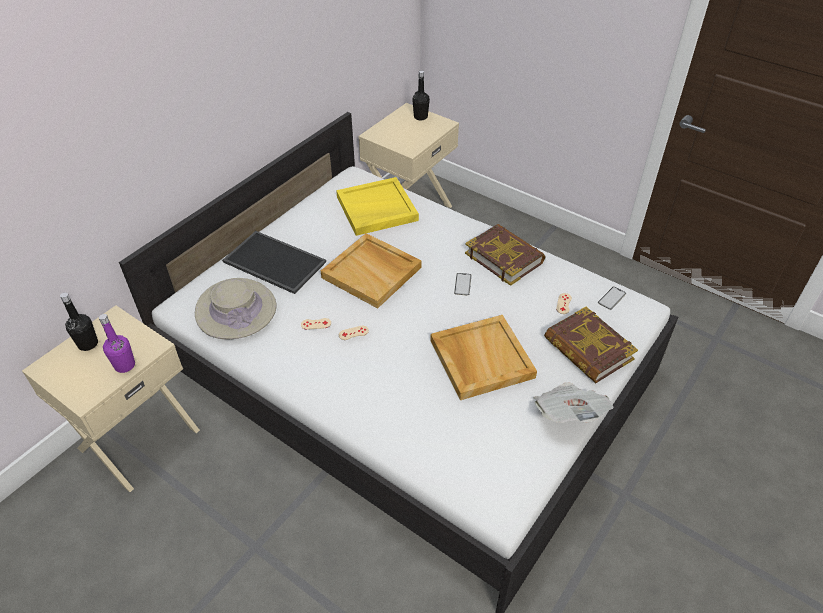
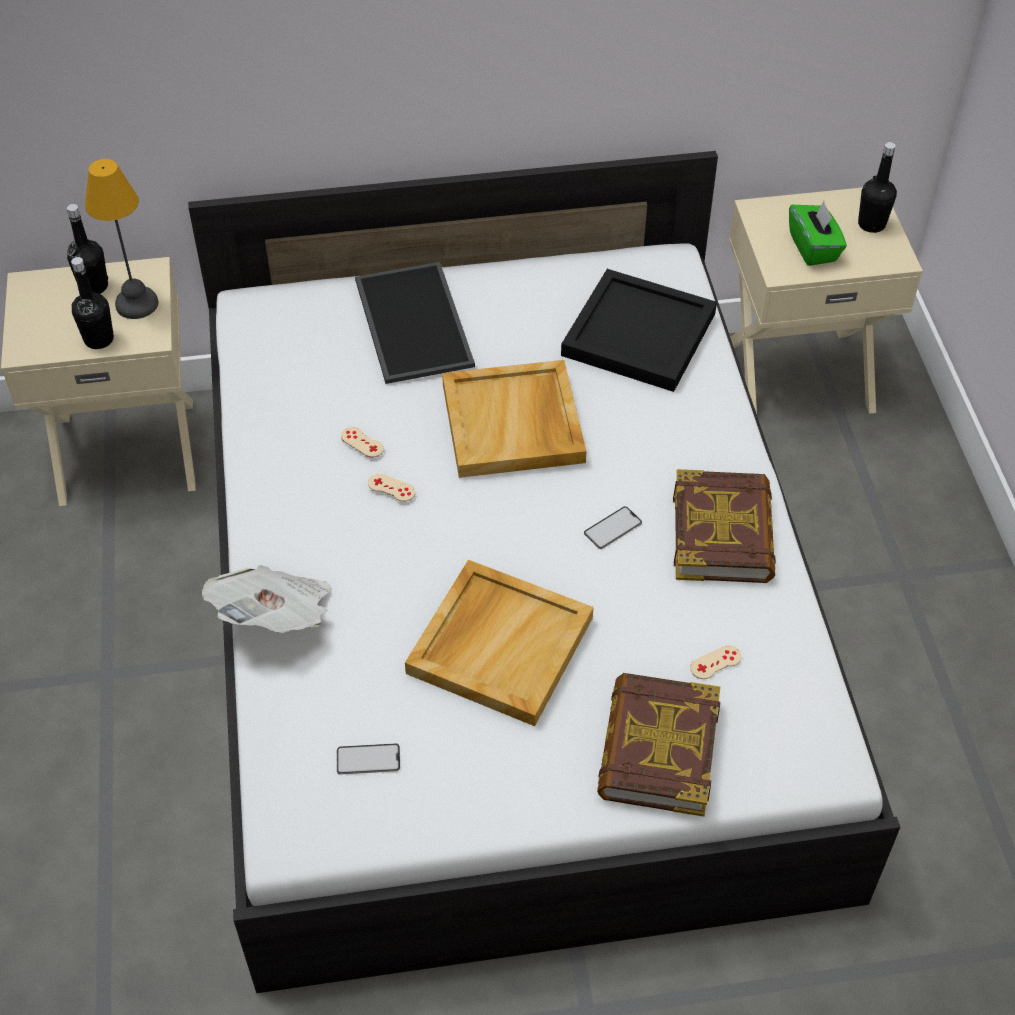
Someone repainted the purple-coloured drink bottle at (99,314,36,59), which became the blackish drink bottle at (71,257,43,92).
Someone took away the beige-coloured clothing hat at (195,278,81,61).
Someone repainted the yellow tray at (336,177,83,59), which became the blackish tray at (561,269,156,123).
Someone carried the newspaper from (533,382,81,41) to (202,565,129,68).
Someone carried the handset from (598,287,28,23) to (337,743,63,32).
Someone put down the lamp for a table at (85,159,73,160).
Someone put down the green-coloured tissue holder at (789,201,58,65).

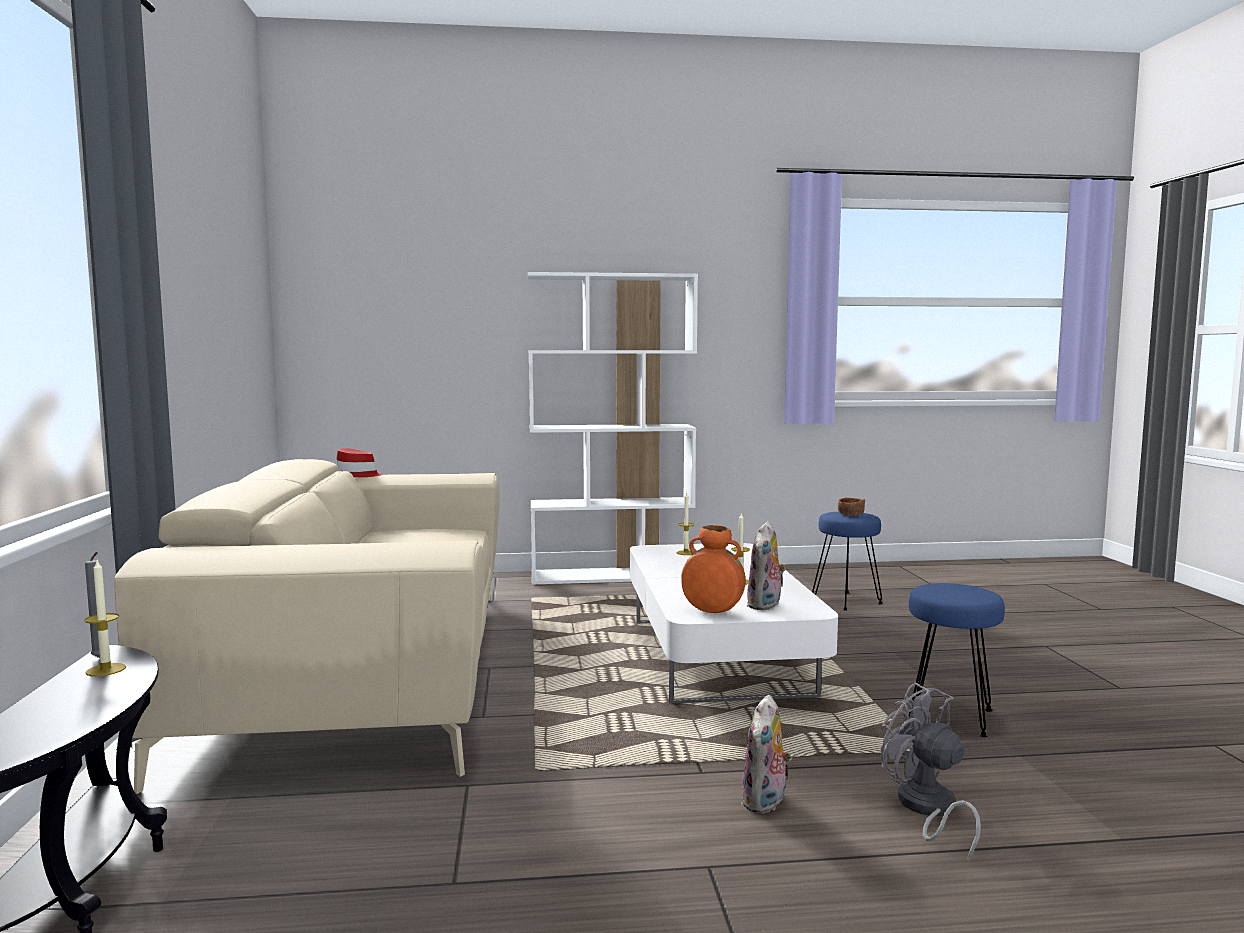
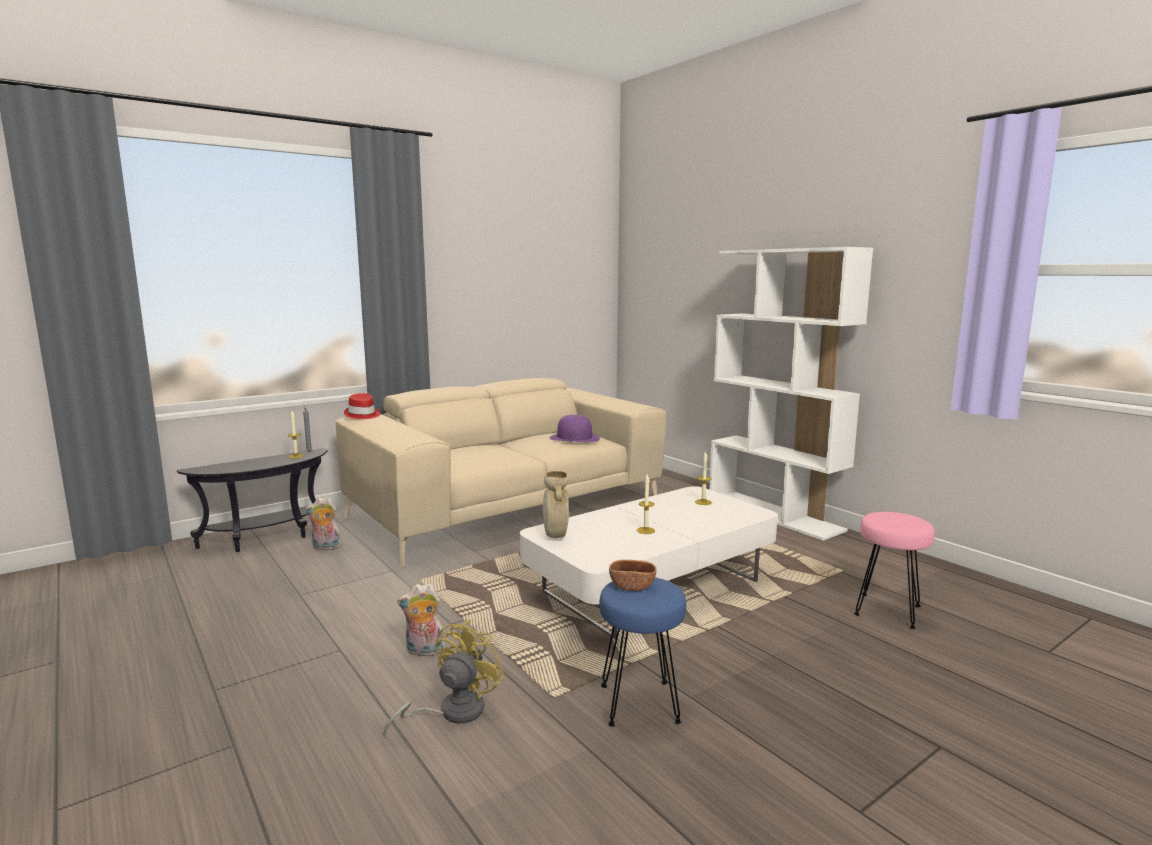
Someone carried the red-coloured clothing hat from (336,448,47,29) to (344,393,36,26).
Someone repainted the orange-coloured flower vase at (681,525,65,88), which became the beige-coloured flower vase at (543,471,26,67).
Someone carried the soft toy from (747,521,39,89) to (305,497,38,53).
Someone repainted the blue-coloured sitting stool at (812,512,71,99), which became the pink sitting stool at (854,512,81,117).
Someone carried the brownish deep dish from (838,498,27,18) to (609,560,47,31).
Someone repainted the gray fan at (880,682,101,179), which became the yellow fan at (384,619,121,118).
Someone put down the purple-coloured clothing hat at (550,415,50,27).

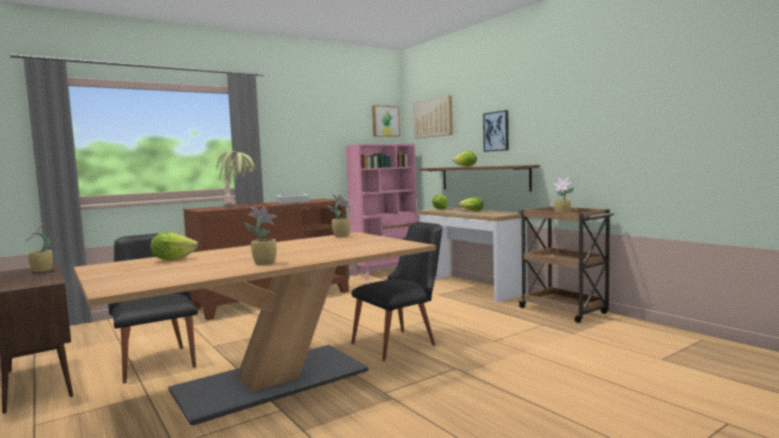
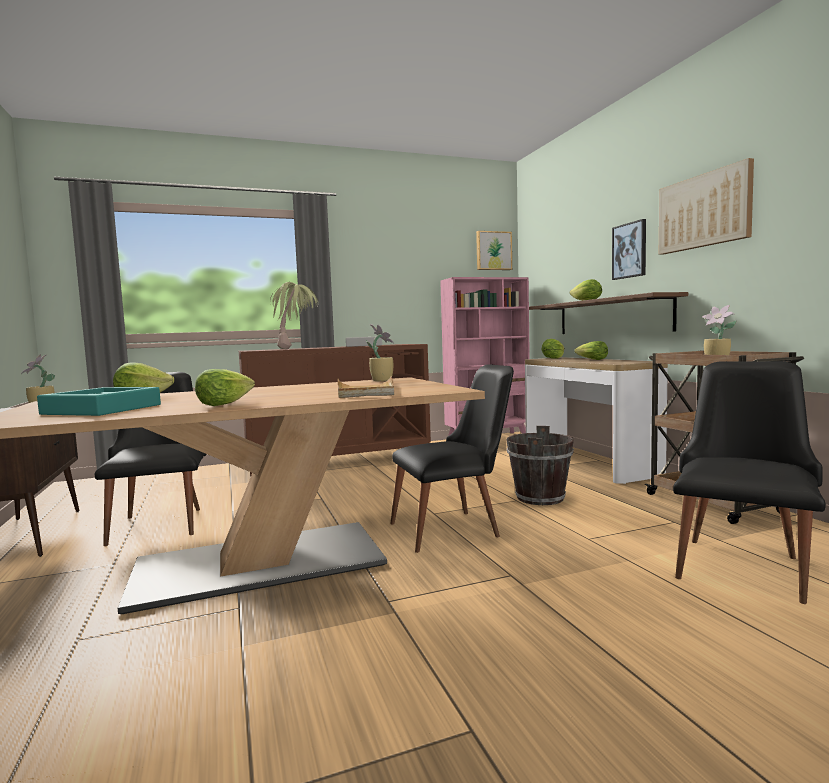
Someone swapped the houseplant at (245,207,32,58) for the lettuce at (195,369,60,37).
Someone carried the picture from (413,96,40,43) to (659,158,95,97).
Someone put down the turquoise tray at (37,387,124,29).
Someone put down the beige-coloured tray at (338,376,56,22).
Someone put down the brownish water bucket at (506,426,68,79).
Someone put down the blackish chair at (673,361,153,243).

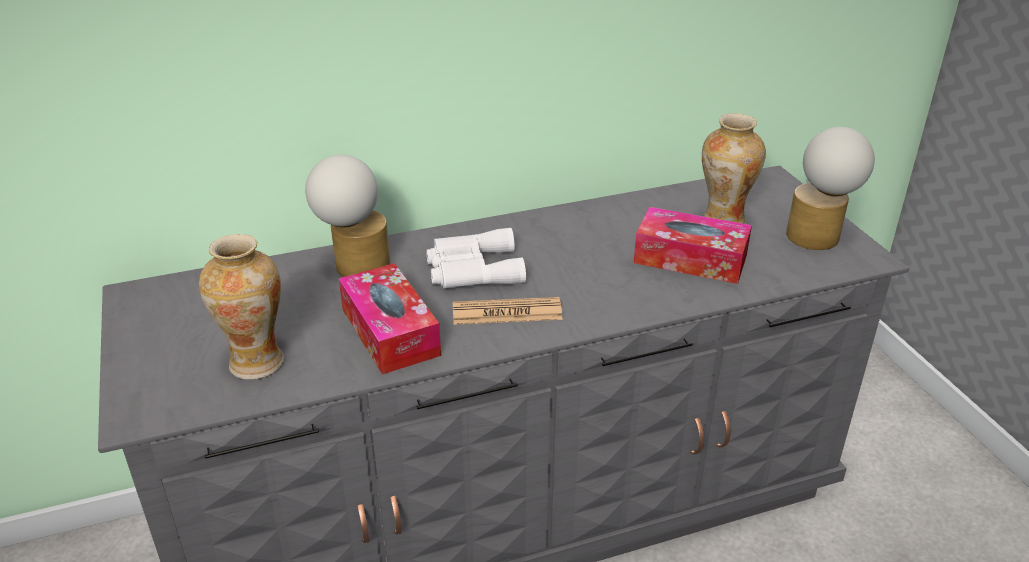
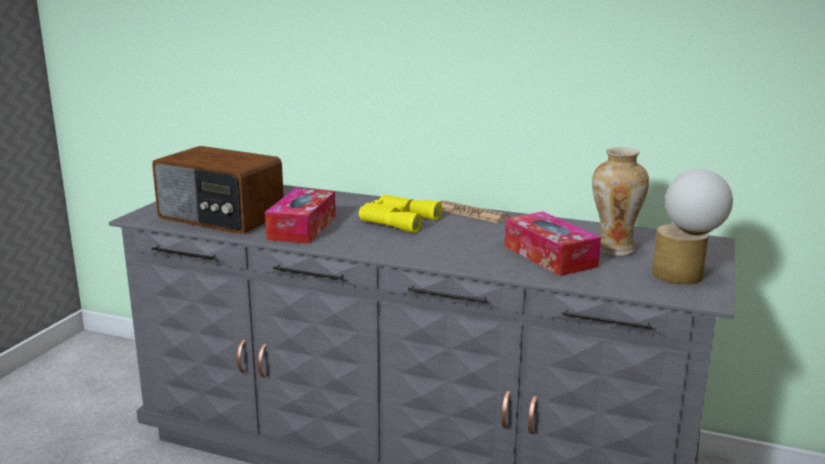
Someone swapped the flower vase at (199,234,85,146) for the radio at (152,146,132,88).
Someone took away the lamp for a table at (305,155,85,122).
Someone repainted the white-coloured field glasses at (426,228,100,61), which became the yellow field glasses at (359,195,83,38).
Someone carried the newspaper from (453,297,110,28) to (439,200,69,23).

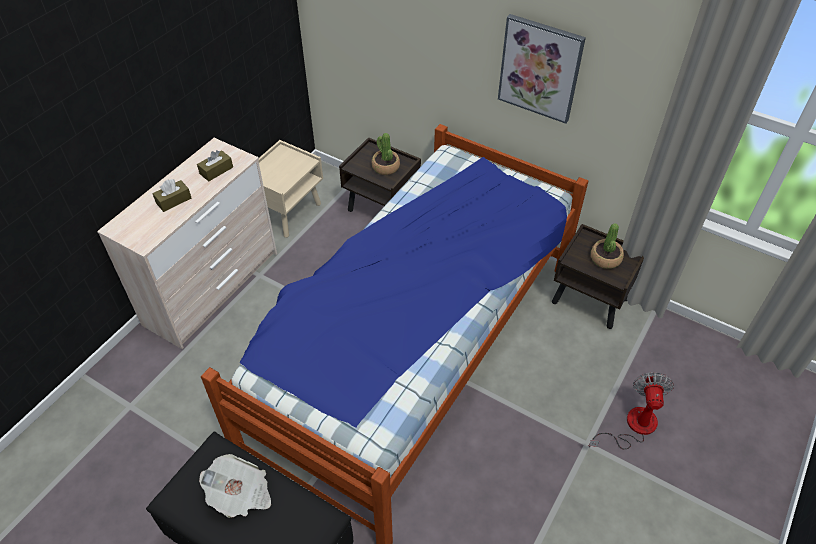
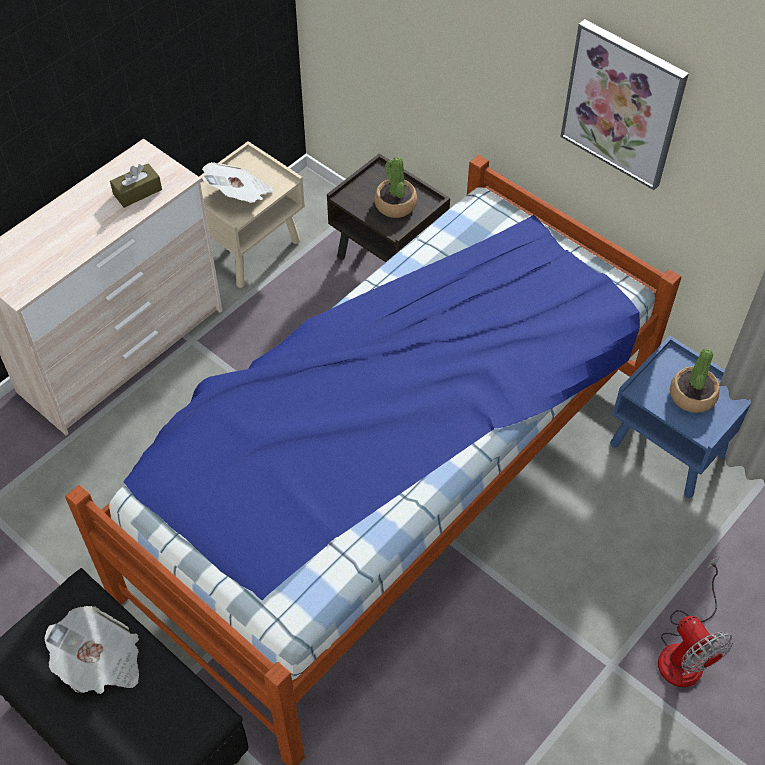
Someone took away the brownish tissue holder at (153,179,38,33).
Someone repainted the brownish bedside table at (552,224,92,105), which became the blue-coloured bedside table at (610,336,141,162).
Someone rotated the fan at (589,372,85,78) by 135 degrees clockwise.
Someone put down the newspaper at (202,162,72,41).

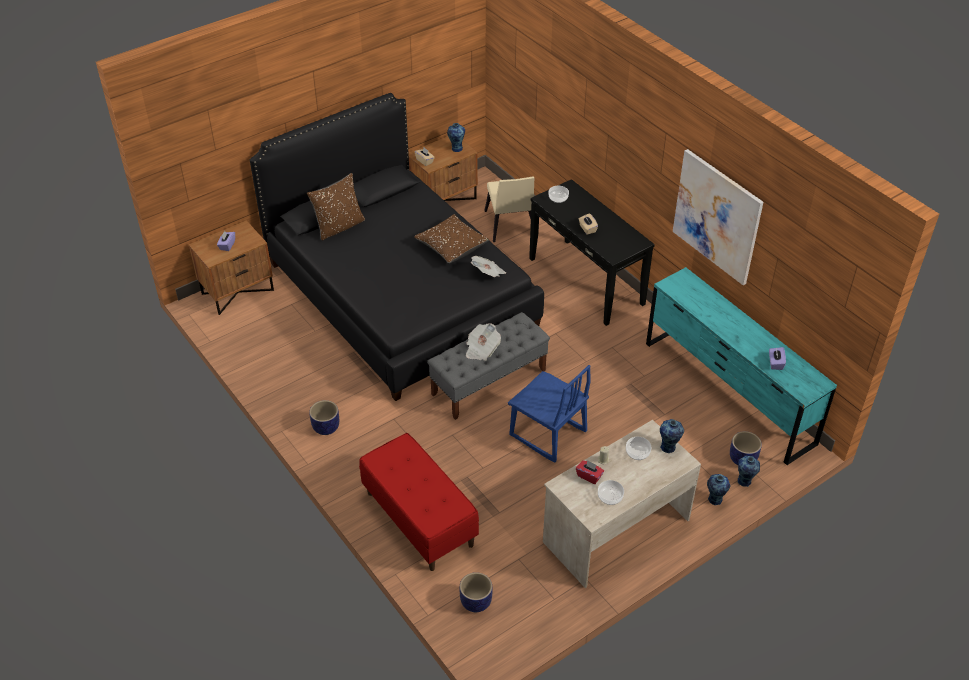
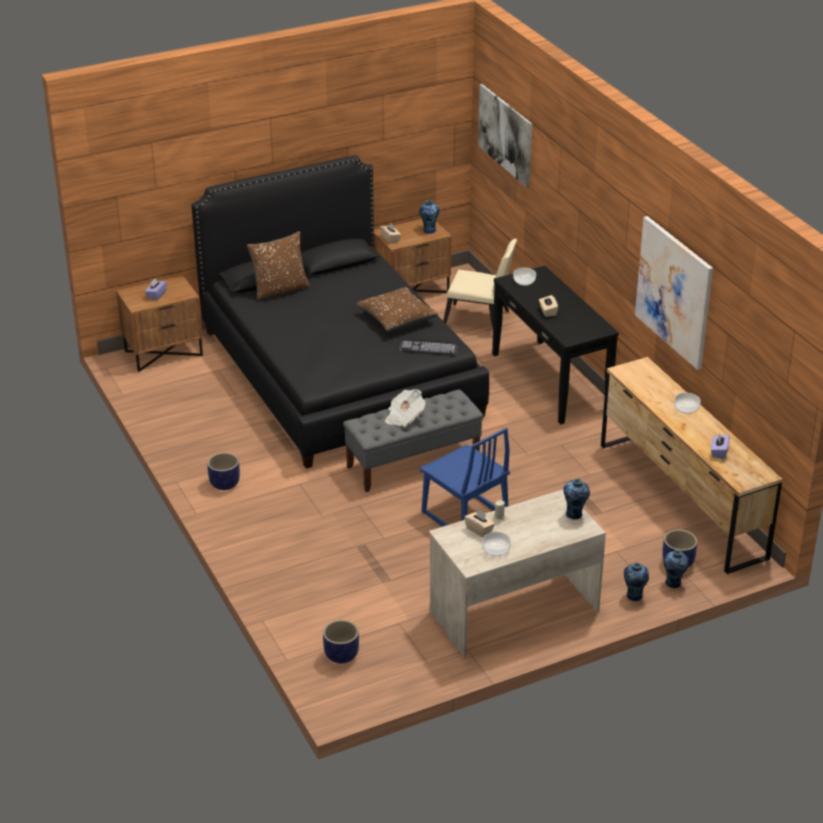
Someone took away the red-coloured bench at (359,433,120,138).
Someone swapped the newspaper at (471,256,35,21) for the PC keyboard at (399,338,59,17).
Someone rotated the beige-coloured chair at (484,176,50,66) by 75 degrees counterclockwise.
Someone repainted the red-coloured tissue holder at (576,460,28,24), which became the beige-coloured tissue holder at (464,510,31,27).
Someone carried the deep dish from (626,437,25,23) to (674,393,26,21).
Someone repainted the turquoise drawer chest at (646,267,191,198), which became the brownish drawer chest at (601,357,181,217).
Someone put up the picture at (478,84,54,104).

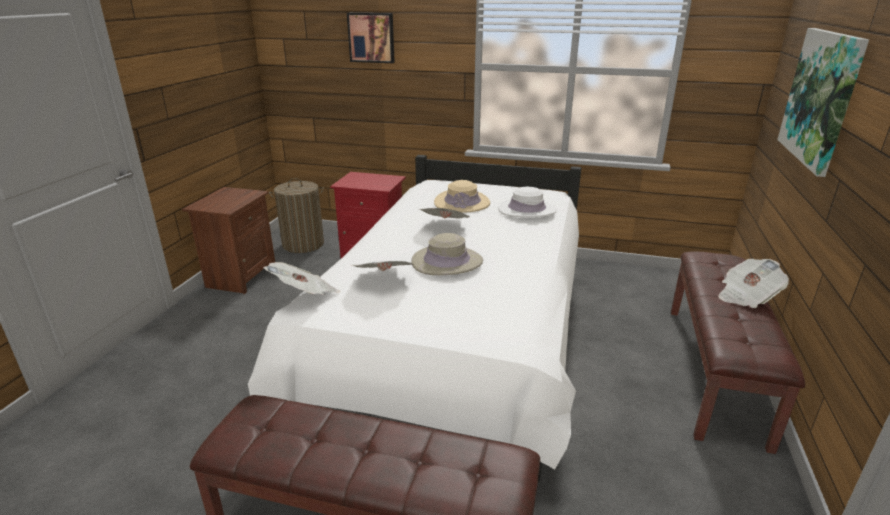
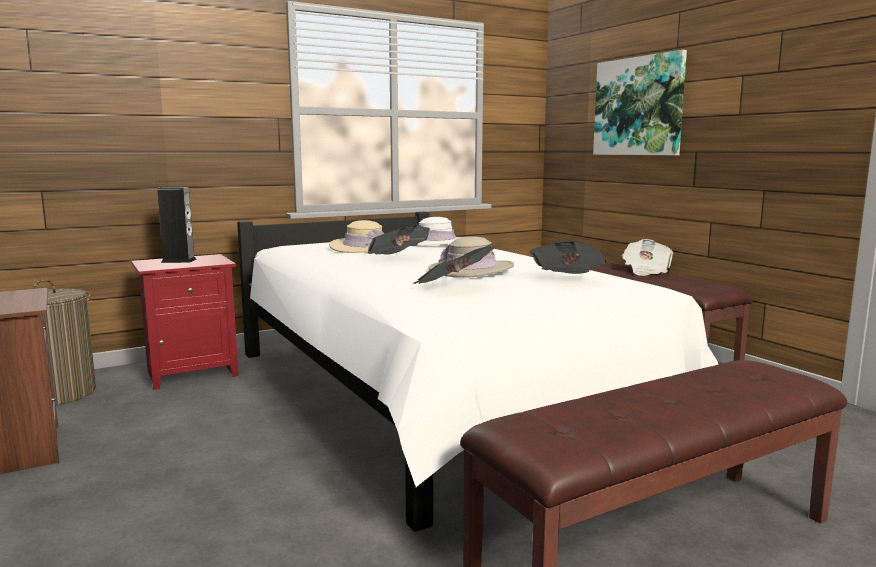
Someone carried the newspaper from (263,262,77,33) to (529,241,78,33).
Someone took away the picture at (347,13,48,50).
Someone put down the audio speaker at (157,187,39,76).

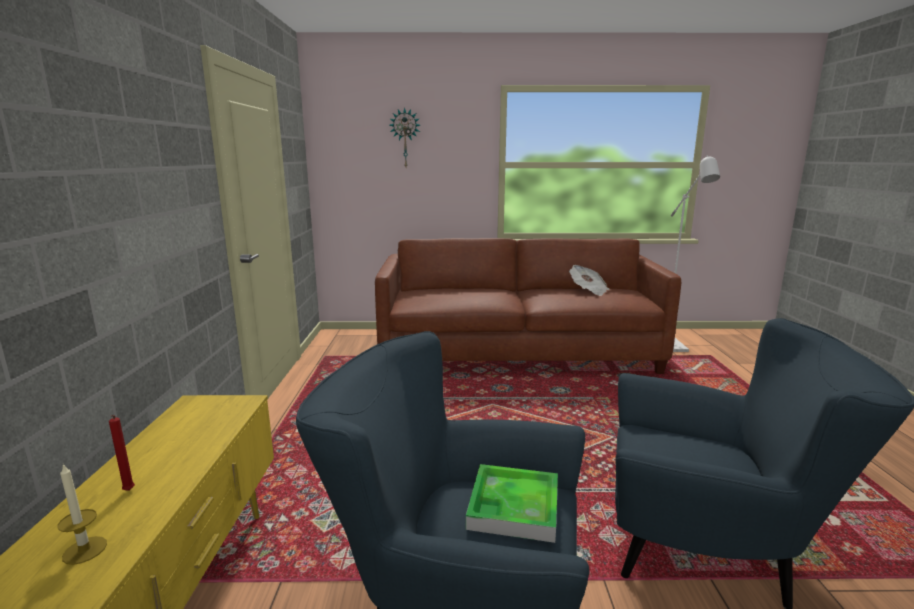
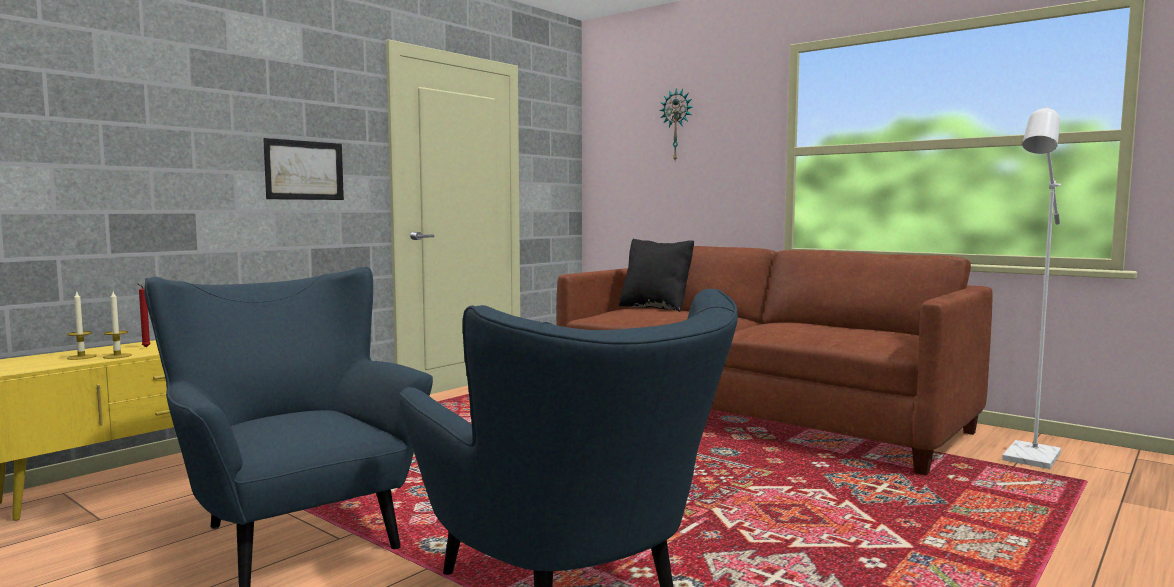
Someone took away the tray at (466,464,92,79).
Someone took away the newspaper at (569,265,40,31).
Someone put down the wax candle at (103,291,29,68).
Someone put up the picture at (263,138,81,62).
Someone put down the blackish pillow at (619,239,75,73).

